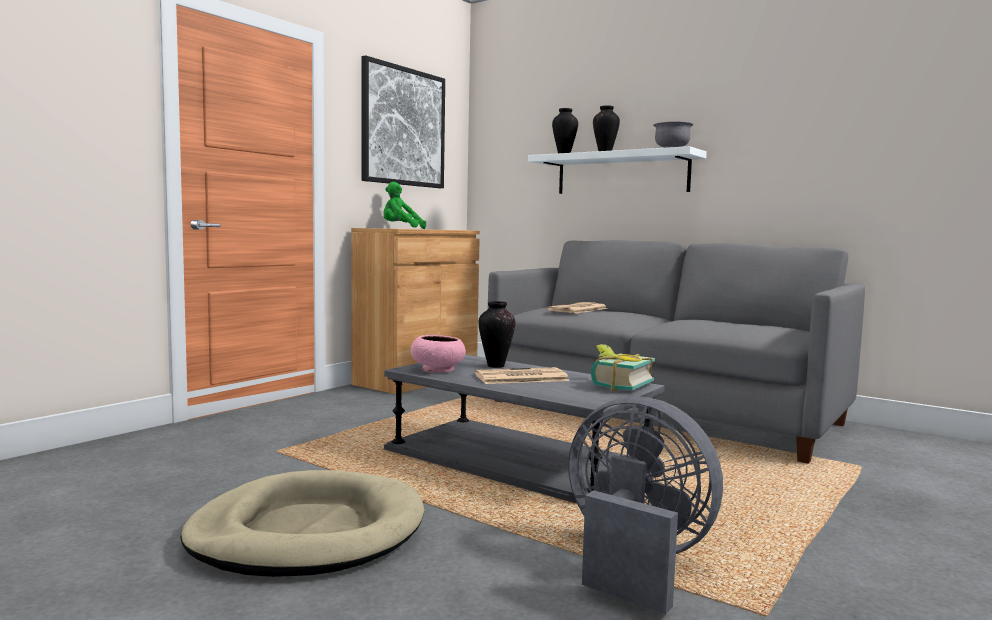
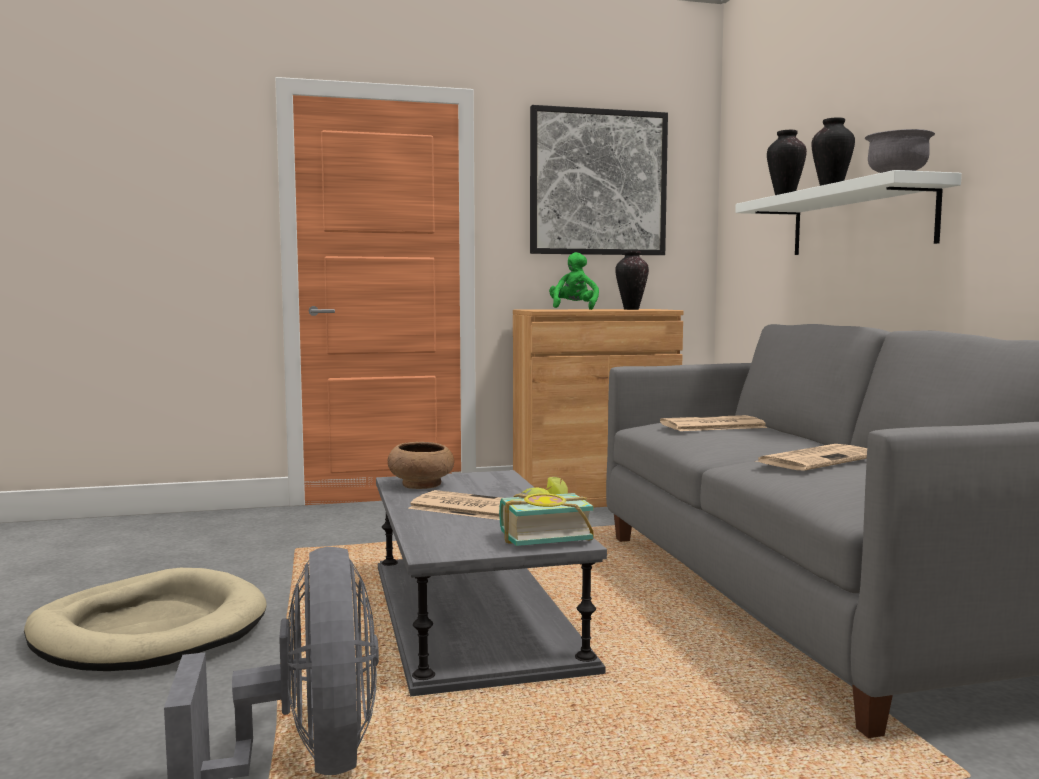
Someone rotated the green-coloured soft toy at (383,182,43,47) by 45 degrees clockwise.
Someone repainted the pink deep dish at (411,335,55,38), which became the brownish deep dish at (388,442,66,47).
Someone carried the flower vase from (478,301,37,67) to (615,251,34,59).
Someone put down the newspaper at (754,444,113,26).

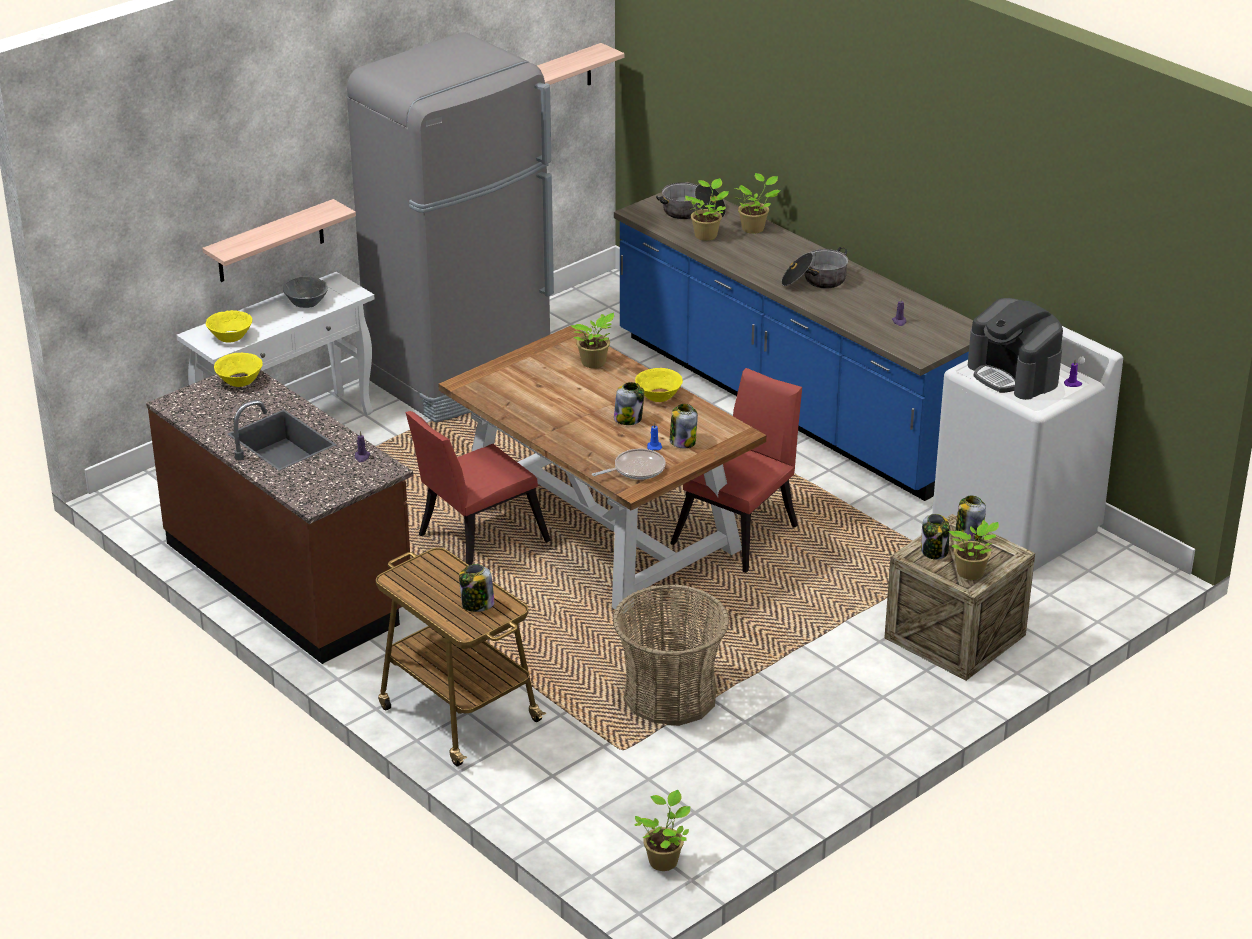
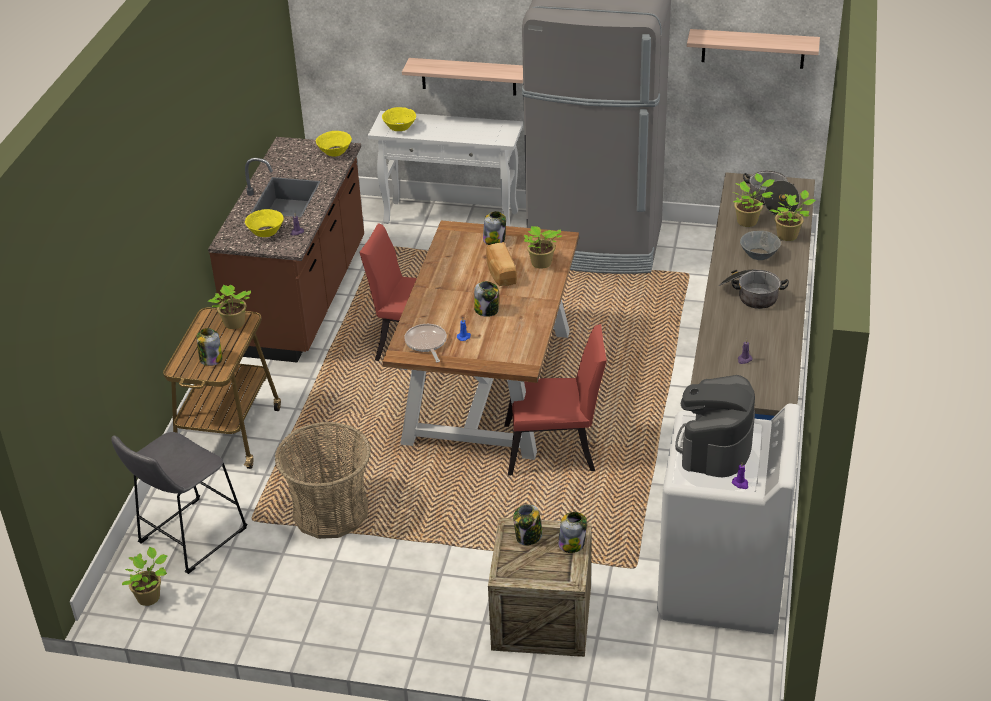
Someone carried the gray deep dish from (283,277,45,31) to (740,231,41,29).
Someone rotated the skillet at (592,449,73,31) by 135 degrees counterclockwise.
Someone carried the yellow deep dish from (635,368,48,34) to (245,209,39,28).
Someone carried the storage jar from (670,404,28,44) to (483,211,23,34).
Someone carried the houseplant from (949,520,50,60) to (208,285,43,44).
Someone put down the gray sitting stool at (111,432,136,142).
Someone put down the baked bread at (486,242,31,44).

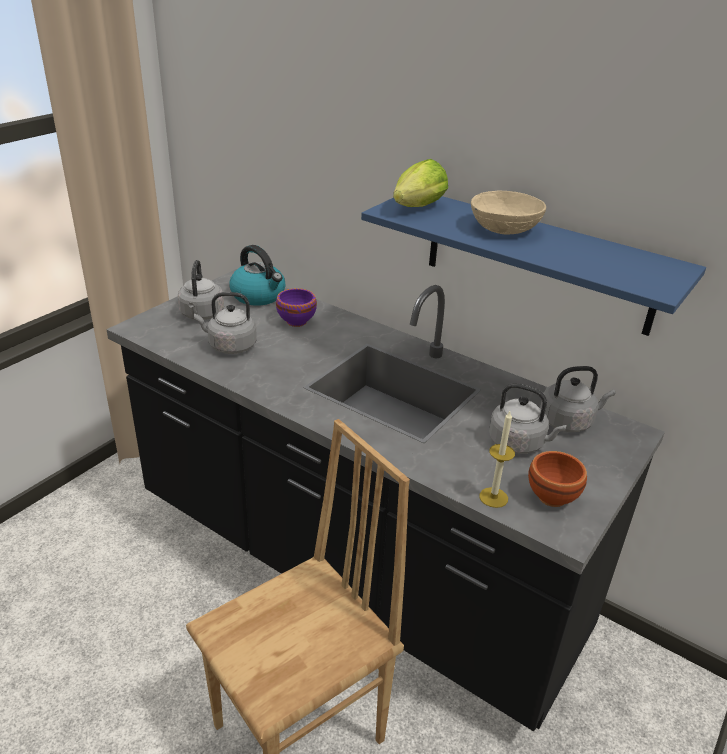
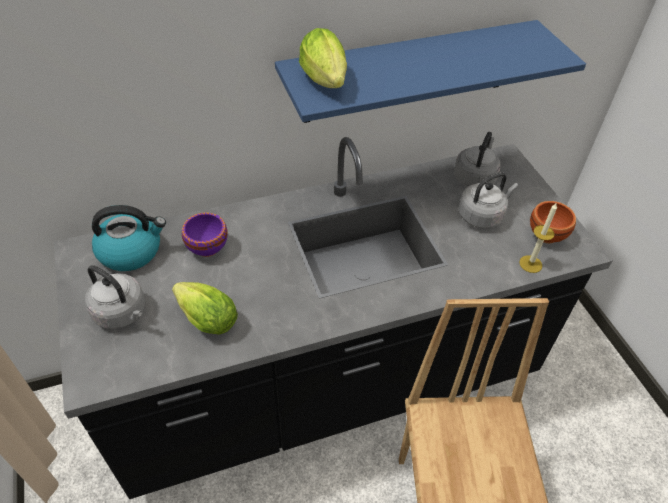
Someone swapped the gray water kettle at (194,292,63,62) for the lettuce at (172,282,66,53).
Someone took away the beige-coloured deep dish at (471,191,75,44).

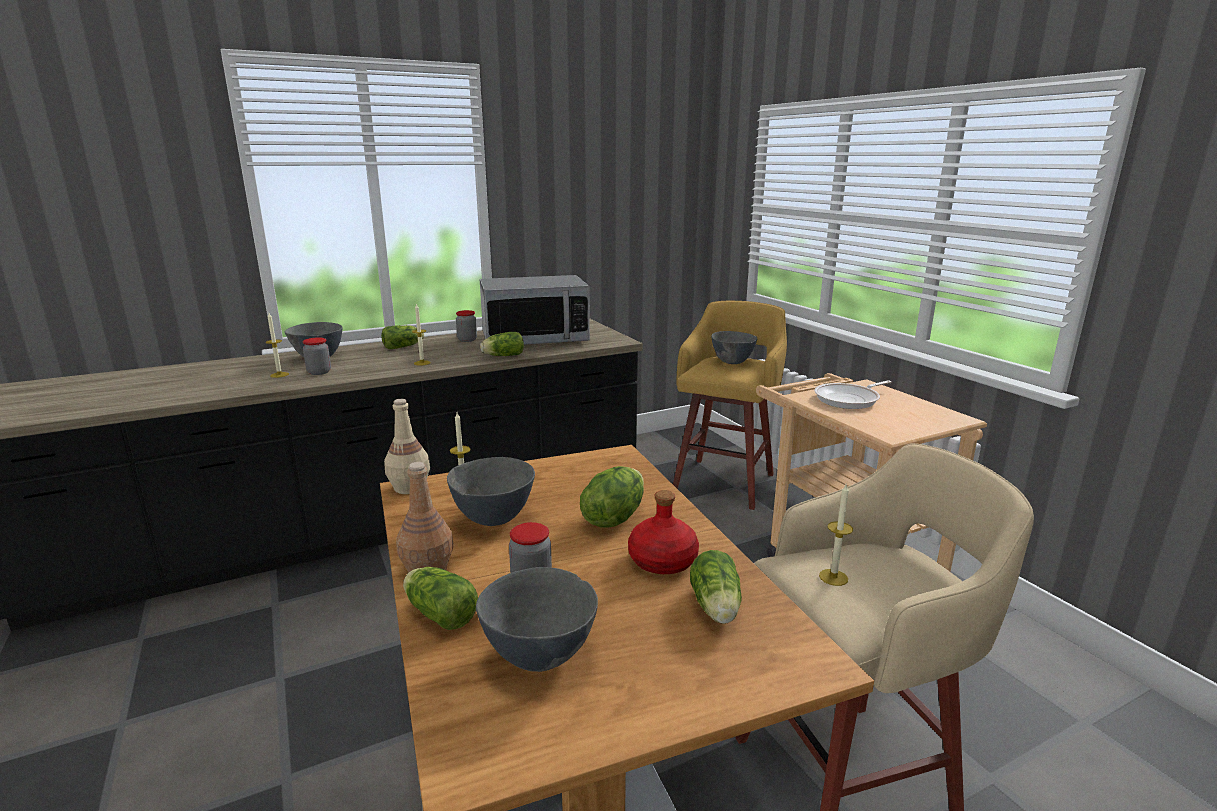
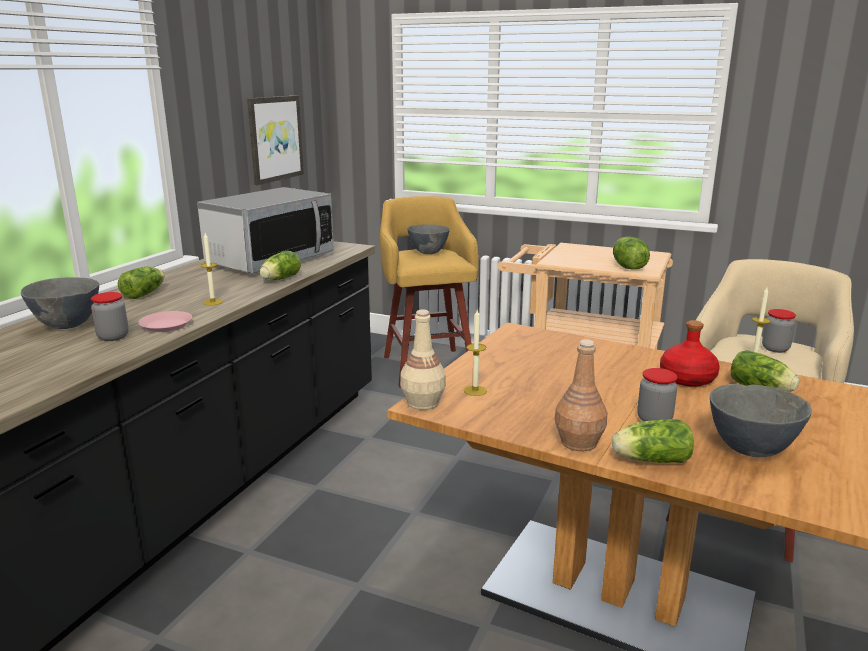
Someone took away the wax candle at (266,313,23,65).
Someone took away the gray deep dish at (447,457,88,69).
Someone carried the storage jar from (456,310,21,32) to (762,309,34,44).
Someone carried the lettuce from (580,466,64,62) to (613,236,37,34).
Someone took away the skillet at (814,380,78,29).
Someone put down the pink dinner plate at (138,311,54,21).
Someone put up the picture at (247,95,57,90).

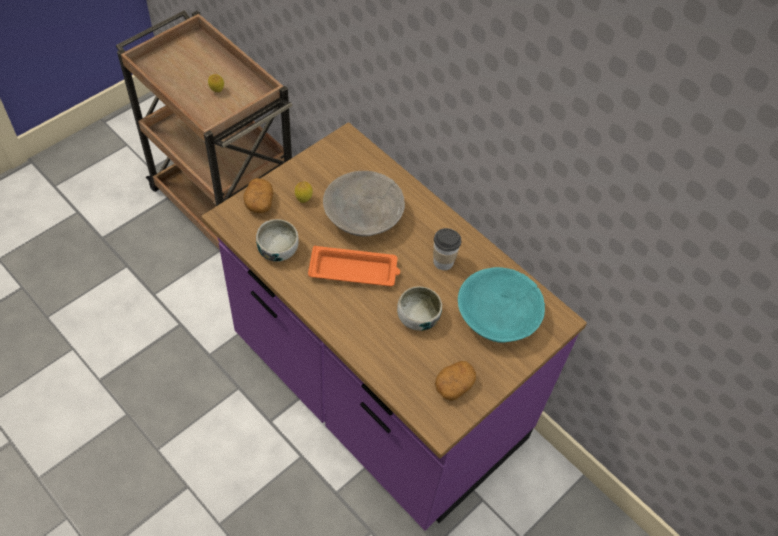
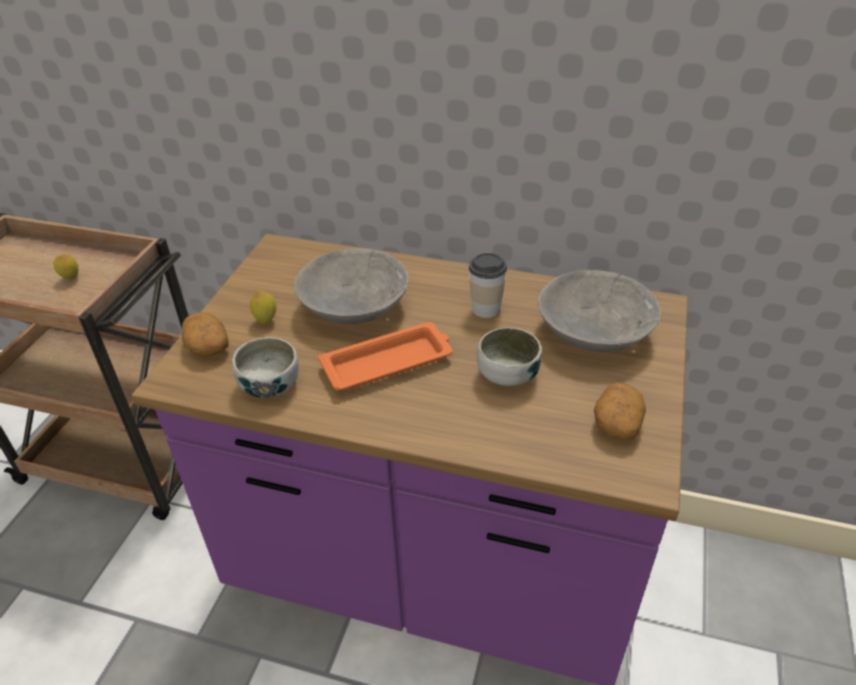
Someone repainted the turquoise deep dish at (458,267,87,76), which became the gray deep dish at (538,270,123,82).

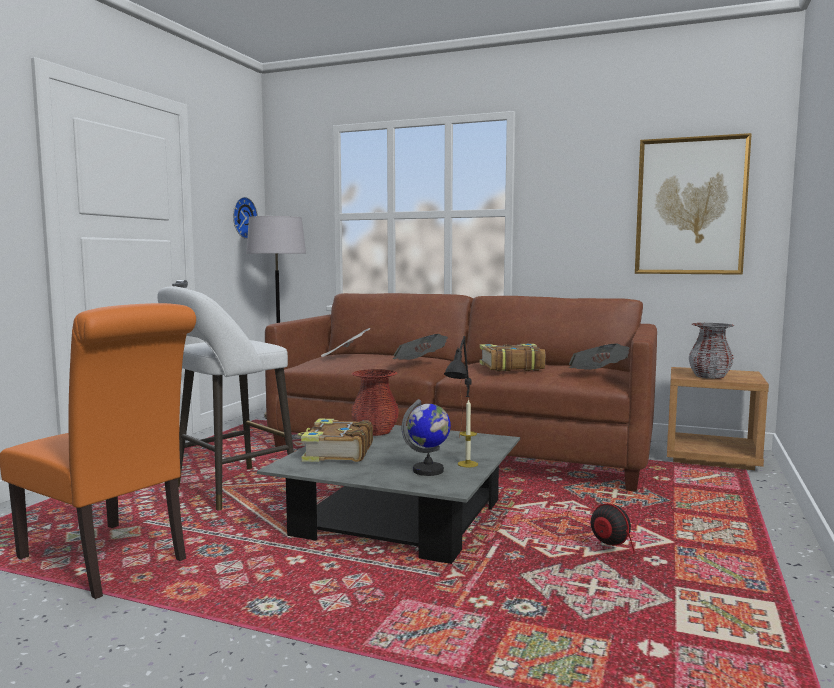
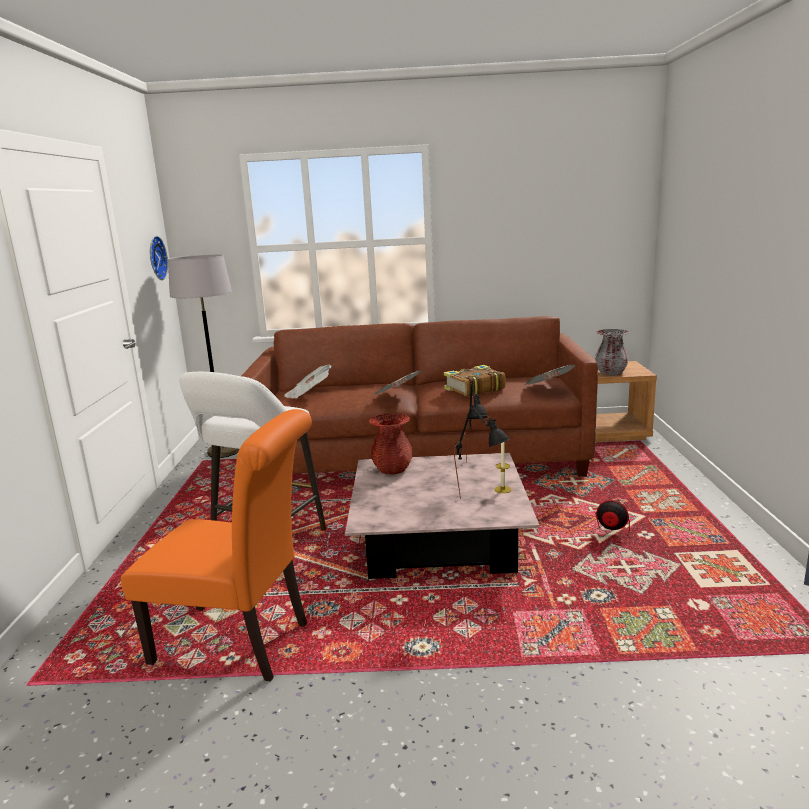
Someone repainted the gray lounge table at (257,421,263,143), which became the pink lounge table at (345,453,194,126).
Someone took away the volume at (298,419,75,43).
Someone swapped the desk globe at (402,399,49,77) for the blackish lamp for a table at (454,405,56,94).
Someone took away the picture at (635,133,117,142).

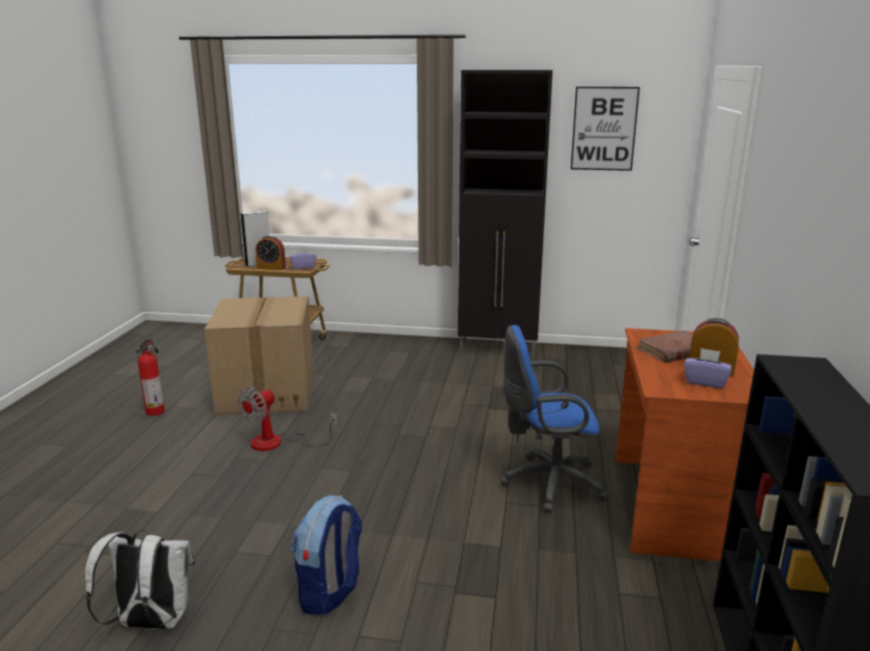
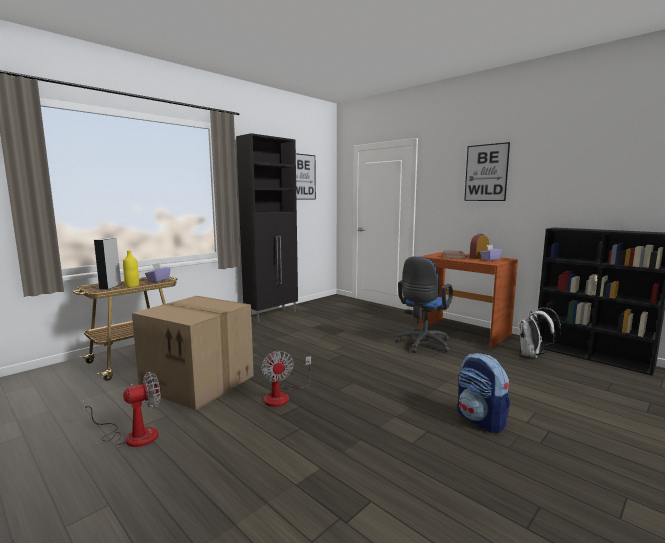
Someone carried the white-coloured knapsack from (85,530,110,99) to (518,308,43,50).
Someone swapped the fire extinguisher at (136,338,29,78) for the fan at (83,372,78,75).
Someone swapped the bedside clock at (255,235,31,35) for the yellow drink bottle at (123,250,16,37).
Someone put up the picture at (464,142,46,59).

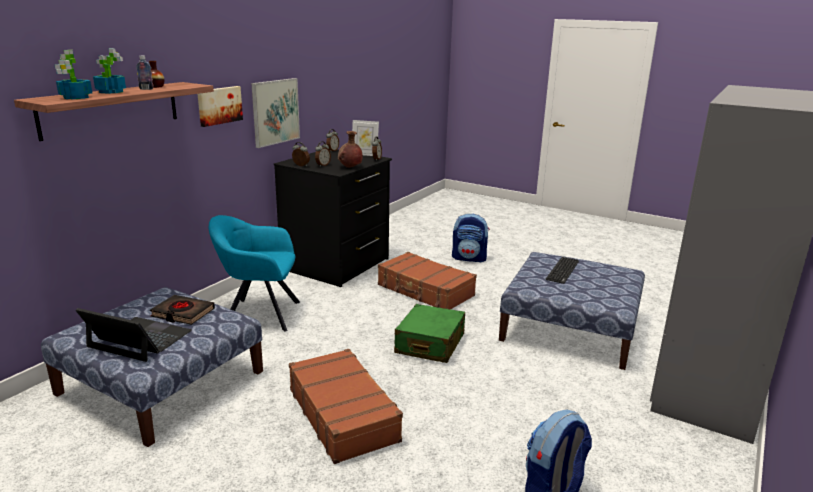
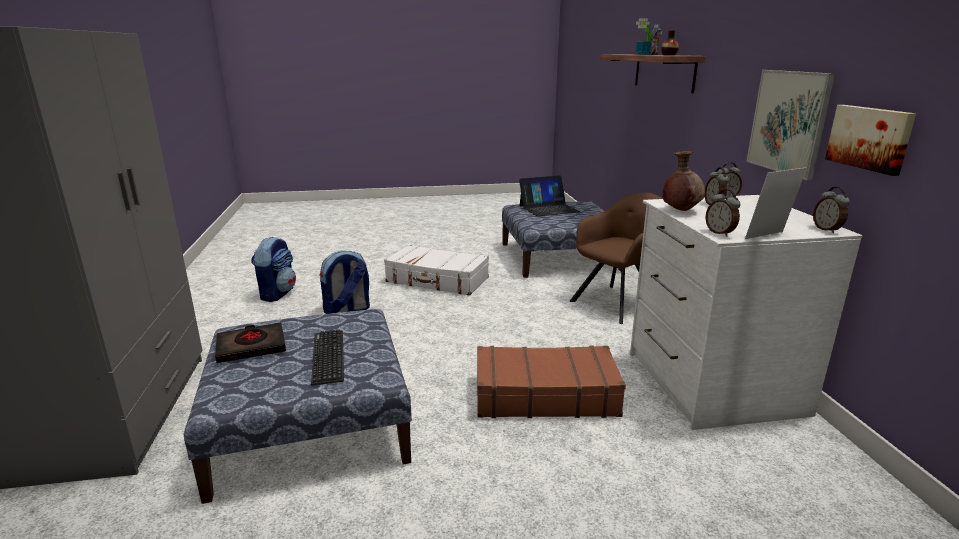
Someone took away the houseplant at (55,50,37,49).
Someone carried the blackish volume from (150,295,65,30) to (215,322,71,41).
Someone carried the picture from (198,86,45,41) to (825,105,91,71).
Someone repainted the turquoise lounge chair at (209,215,91,117), which became the brownish lounge chair at (570,193,93,131).
Someone repainted the blackish drawer chest at (274,149,118,138), which became the white-coloured drawer chest at (630,195,232,235).
Someone repainted the brownish travel case at (289,349,114,115), which became the white-coloured travel case at (384,245,105,51).
Someone took away the green-coloured travel case at (394,304,71,59).
Someone carried the knapsack from (452,213,38,49) to (320,251,50,63).

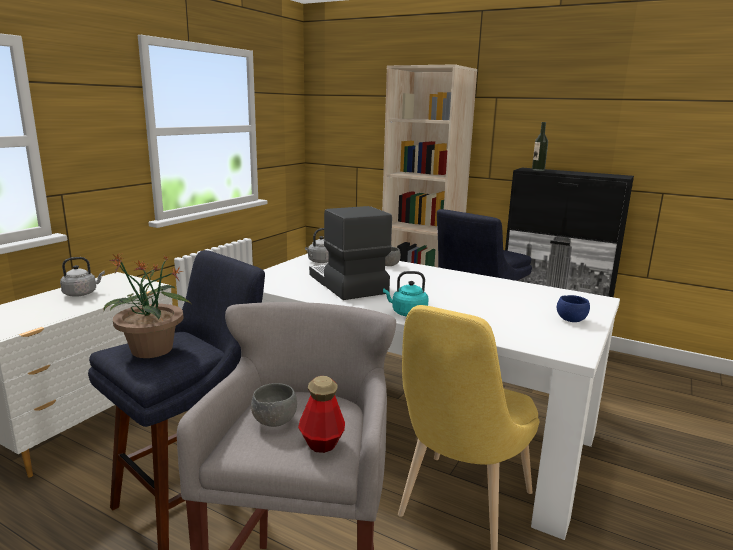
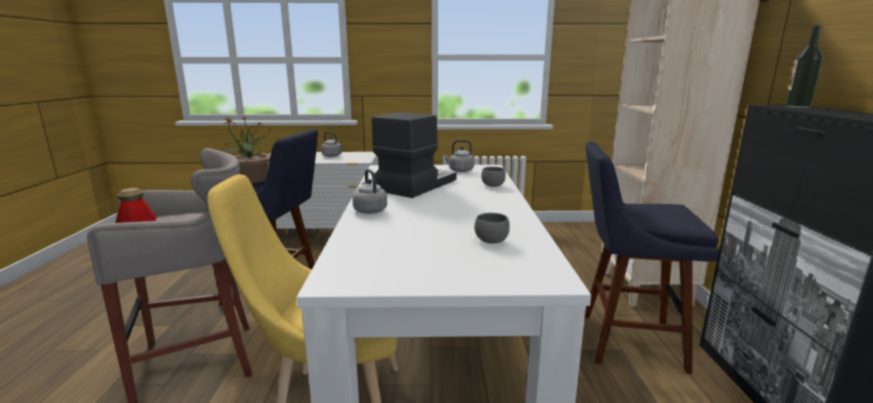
Someone carried the gray deep dish from (251,383,46,44) to (474,213,36,30).
Someone repainted the turquoise water kettle at (383,271,46,45), which became the gray water kettle at (352,169,35,45).
Someone took away the blue-coloured deep dish at (557,295,33,27).

